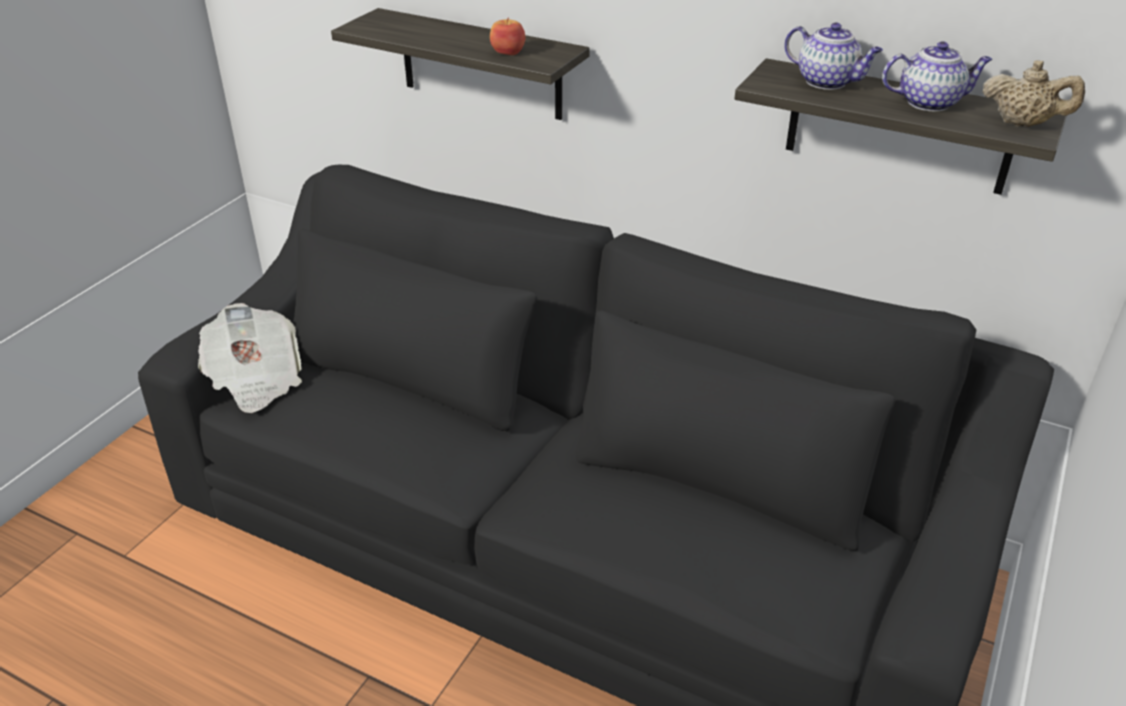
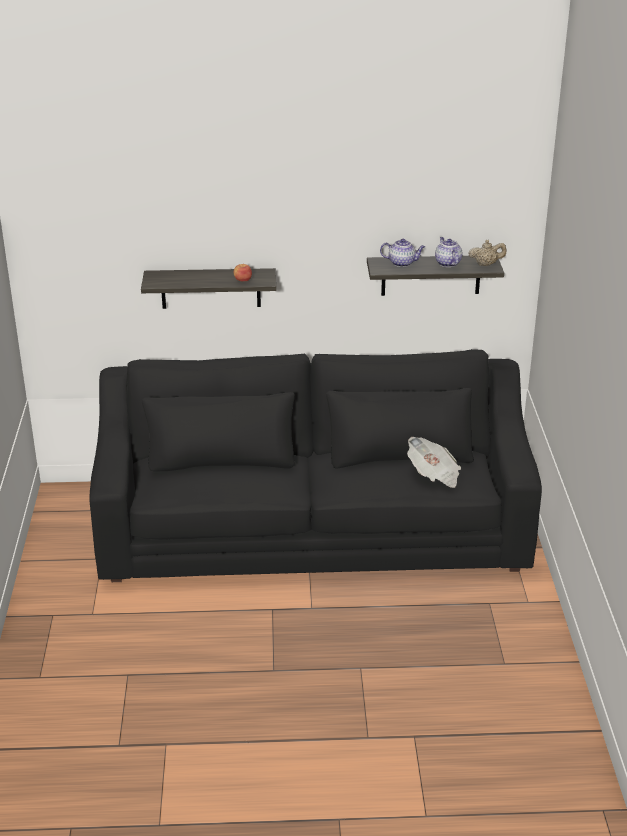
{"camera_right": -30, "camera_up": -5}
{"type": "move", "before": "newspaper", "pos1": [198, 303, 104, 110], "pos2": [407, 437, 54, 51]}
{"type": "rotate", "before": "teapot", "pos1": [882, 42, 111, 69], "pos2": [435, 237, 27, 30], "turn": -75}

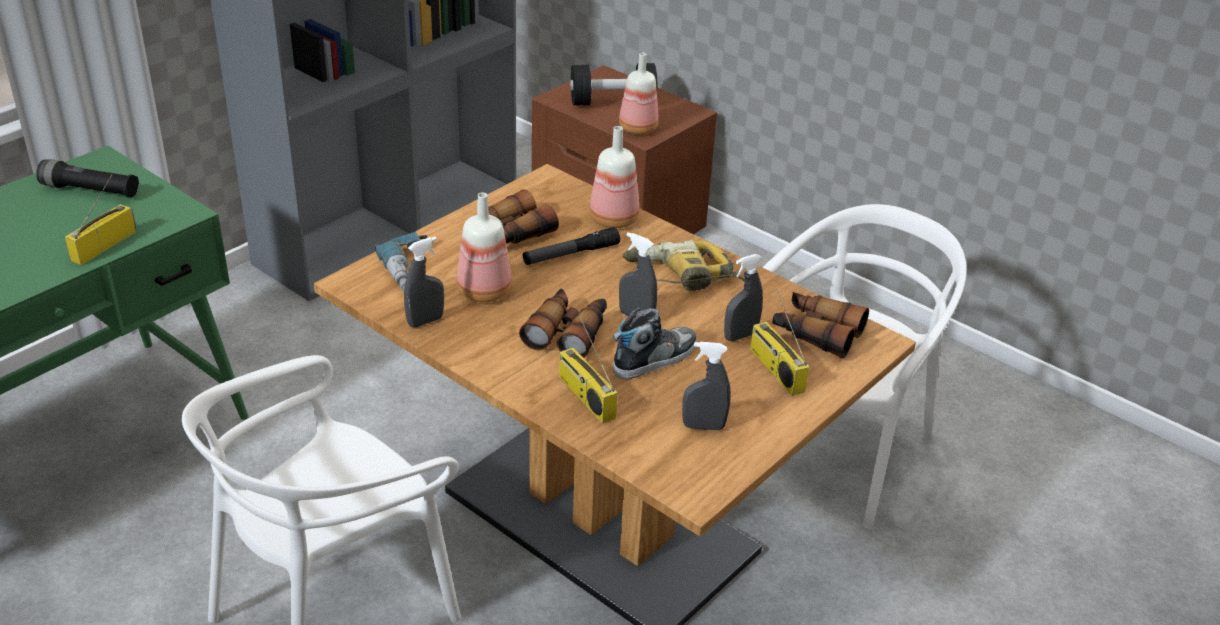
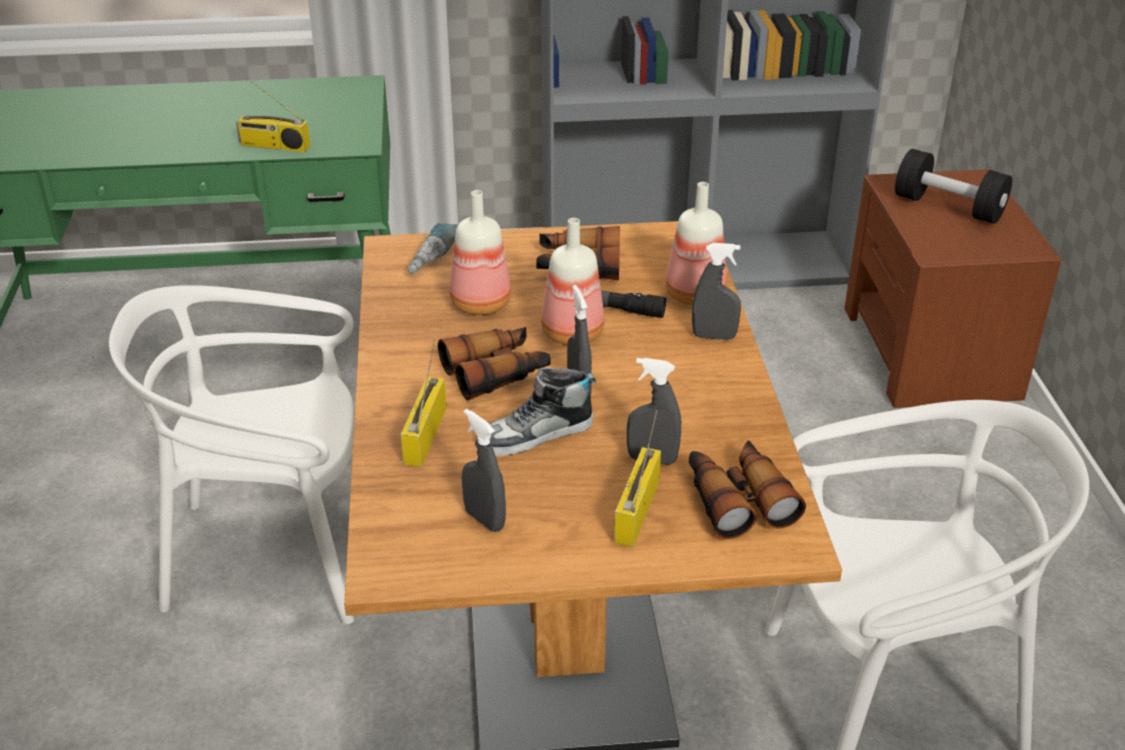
{"camera_right": 45, "camera_up": 0}
{"type": "delete", "before": "flashlight (black)", "pos1": [36, 160, 103, 37]}
{"type": "delete", "before": "power drill", "pos1": [623, 240, 122, 51]}
{"type": "move", "before": "spray bottle (grey)", "pos1": [404, 237, 40, 90], "pos2": [692, 243, 49, 97]}
{"type": "move", "before": "bottle", "pos1": [619, 53, 40, 82], "pos2": [541, 218, 64, 127]}
{"type": "rotate", "before": "radio", "pos1": [65, 174, 71, 91], "pos2": [236, 78, 74, 74], "turn": -150}
{"type": "rotate", "before": "shoe", "pos1": [613, 308, 84, 72], "pos2": [490, 367, 106, 90], "turn": 150}

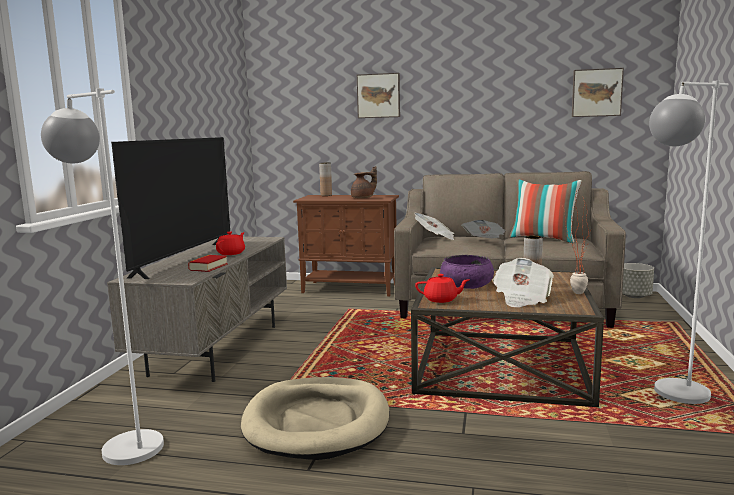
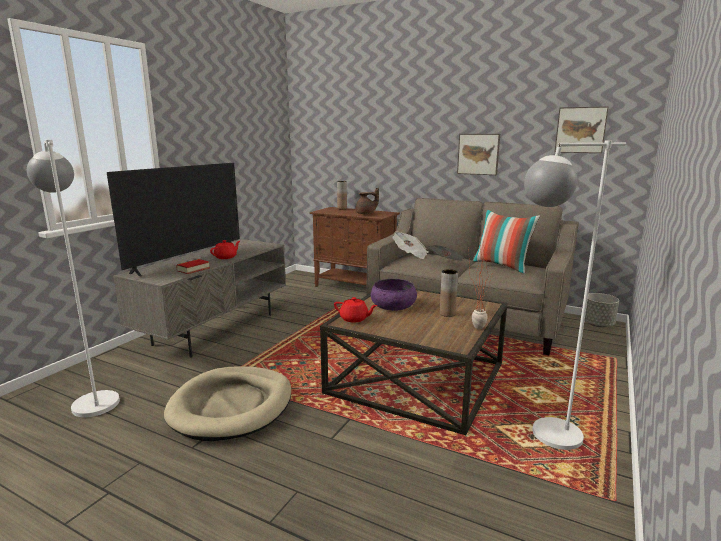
{"camera_right": 15, "camera_up": 5}
{"type": "delete", "before": "newspaper", "pos1": [492, 258, 62, 49]}
{"type": "move", "before": "picture", "pos1": [357, 73, 43, 45], "pos2": [457, 134, 43, 41]}

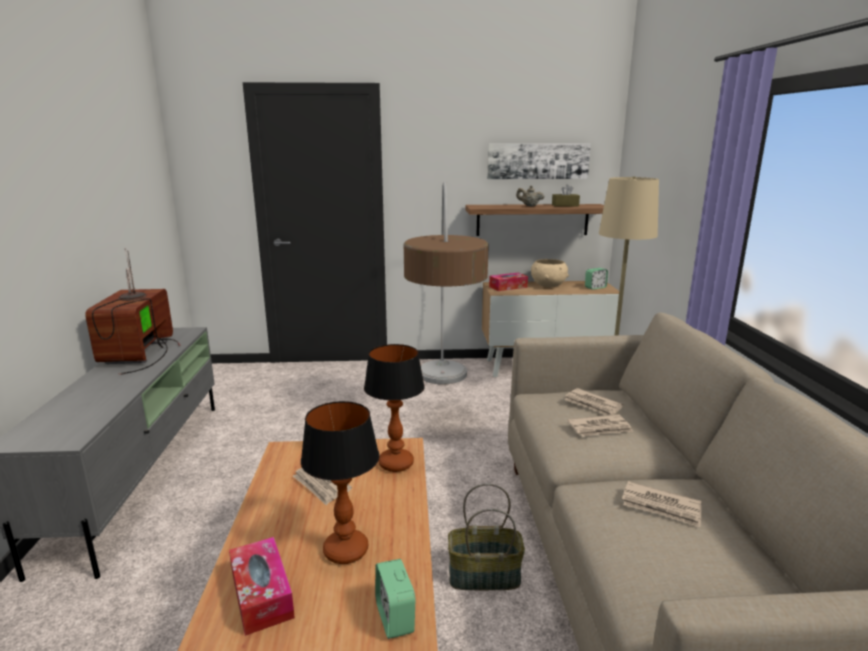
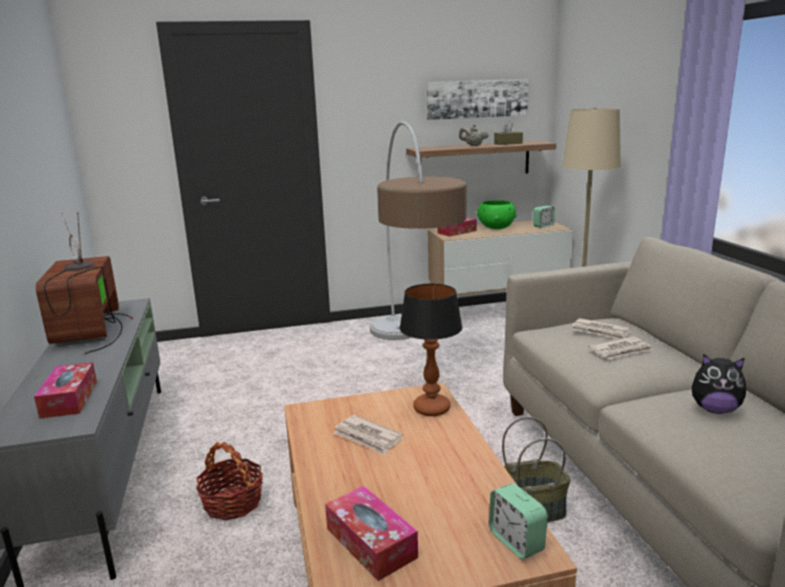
{"camera_right": -10, "camera_up": 0}
{"type": "delete", "before": "table lamp", "pos1": [301, 401, 78, 163]}
{"type": "insert", "after": "tissue box", "pos2": [34, 362, 63, 57]}
{"type": "insert", "after": "basket", "pos2": [196, 442, 67, 78]}
{"type": "replace", "before": "newspaper", "after": "plush toy", "pos1": [622, 481, 80, 47], "pos2": [692, 354, 55, 60]}
{"type": "recolor", "before": "bowl (beige)", "after": "bowl (green)", "pos1": [531, 259, 38, 28], "pos2": [477, 200, 40, 29]}

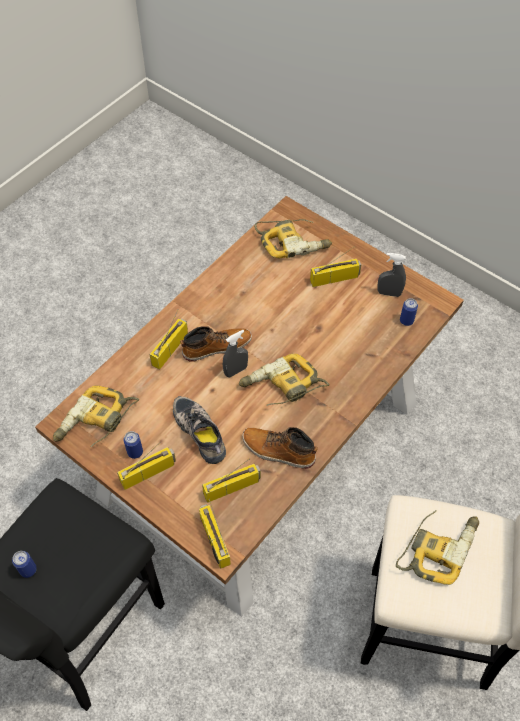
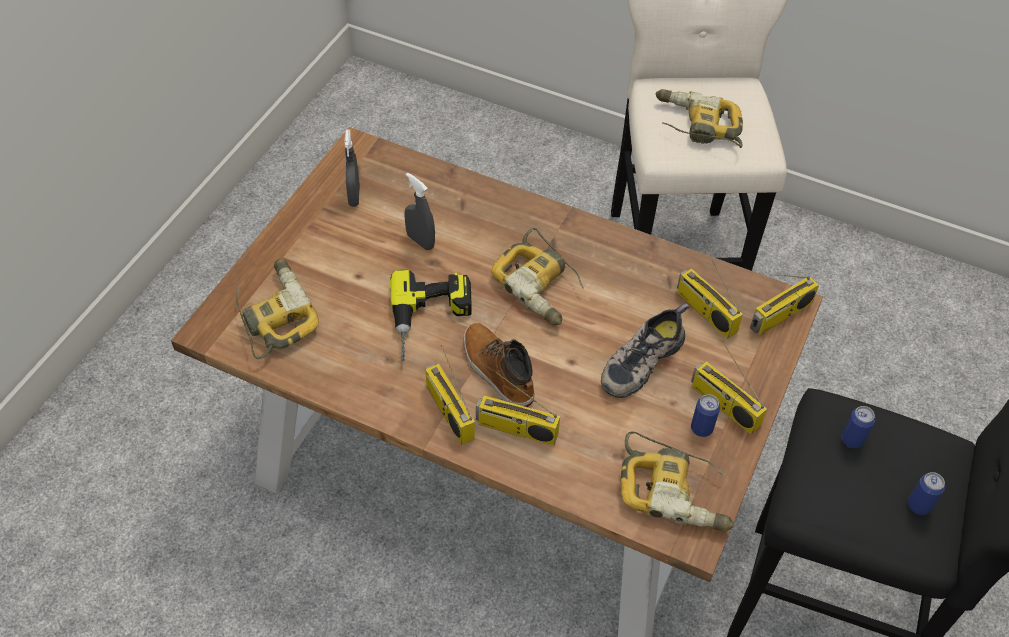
{"camera_right": -105, "camera_up": -5}
{"type": "delete", "before": "boot", "pos1": [242, 427, 76, 42]}
{"type": "insert", "after": "power drill", "pos2": [390, 270, 82, 92]}
{"type": "move", "before": "spray bottle (grey)", "pos1": [223, 330, 25, 48], "pos2": [404, 172, 31, 78]}
{"type": "move", "before": "radio", "pos1": [310, 246, 51, 41], "pos2": [425, 345, 50, 100]}
{"type": "move", "before": "can", "pos1": [400, 298, 18, 28], "pos2": [841, 406, 34, 42]}

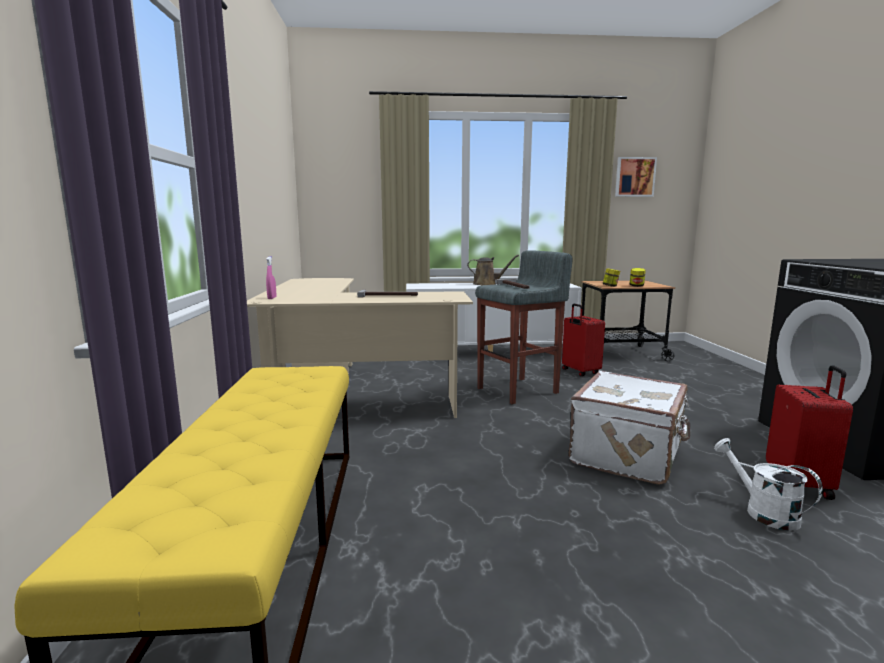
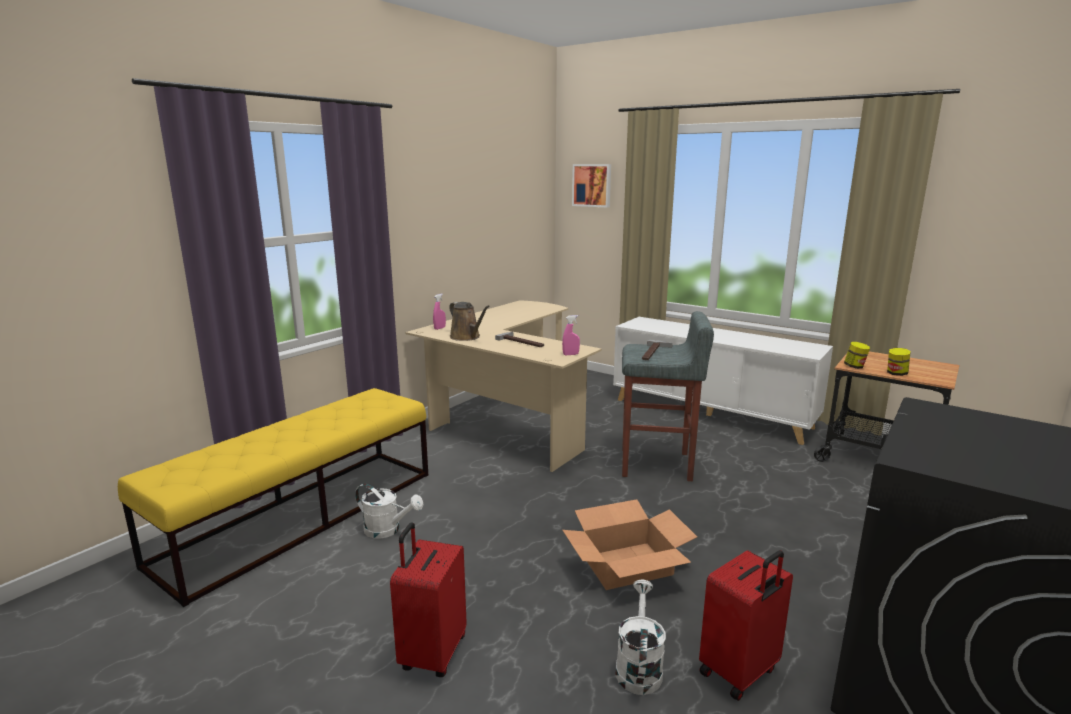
{"camera_right": 40, "camera_up": 5}
{"type": "insert", "after": "watering can (white)", "pos2": [355, 483, 69, 56]}
{"type": "insert", "after": "spray bottle (pink)", "pos2": [562, 315, 18, 40]}
{"type": "move", "before": "watering can (brown)", "pos1": [467, 255, 52, 30], "pos2": [449, 302, 41, 39]}
{"type": "move", "before": "suitcase (red)", "pos1": [562, 304, 43, 72], "pos2": [390, 523, 77, 154]}
{"type": "move", "before": "picture", "pos1": [615, 157, 42, 40], "pos2": [572, 164, 39, 43]}
{"type": "replace", "before": "suitcase (white)", "after": "cardboard box", "pos1": [569, 371, 121, 114], "pos2": [563, 499, 134, 91]}

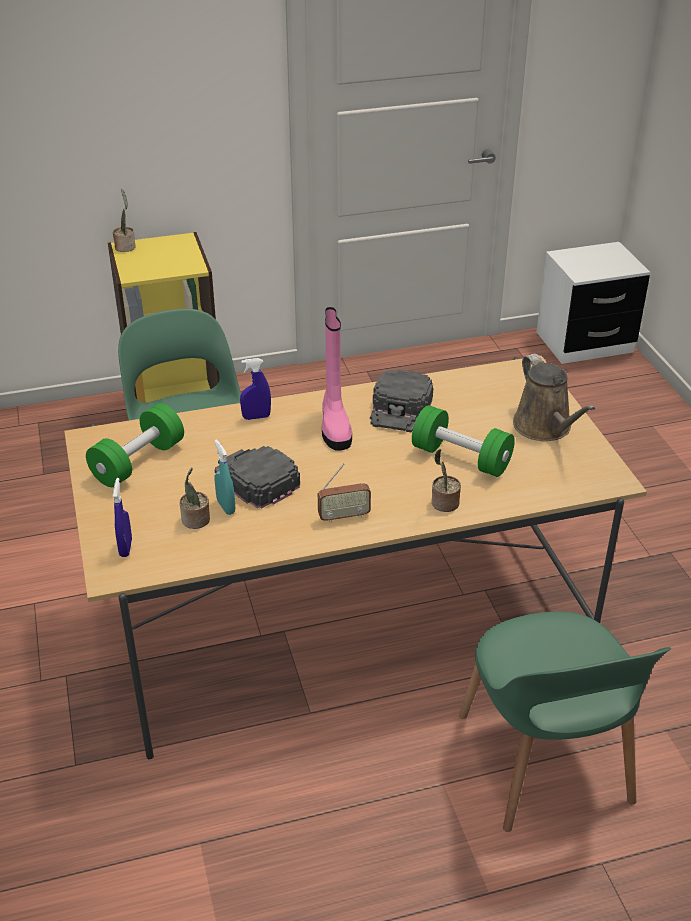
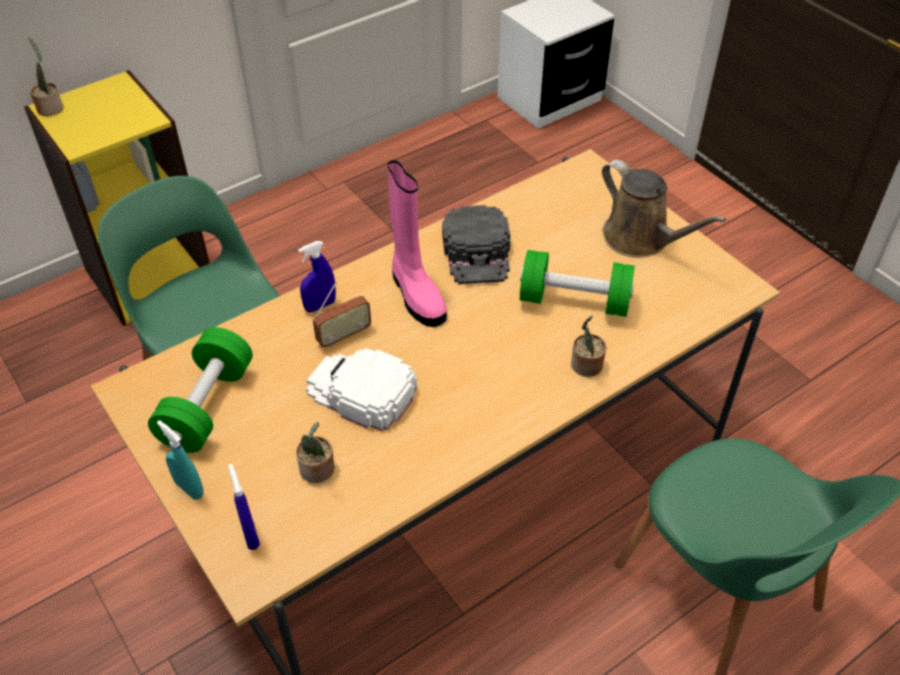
{"camera_right": -20, "camera_up": 10}
{"type": "move", "before": "spray bottle (turquoise)", "pos1": [214, 439, 21, 76], "pos2": [157, 420, 47, 80]}
{"type": "move", "before": "radio", "pos1": [318, 463, 53, 60], "pos2": [313, 282, 58, 66]}
{"type": "recolor", "before": "cap (black)", "after": "cap (white)", "pos1": [215, 446, 85, 63], "pos2": [306, 348, 111, 83]}

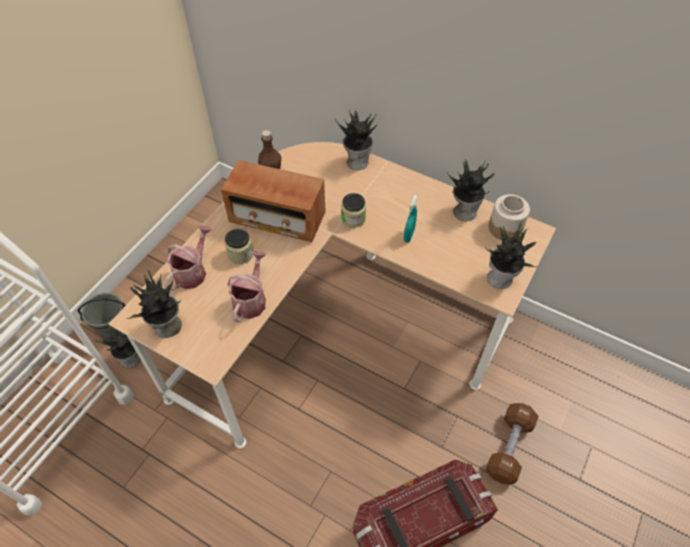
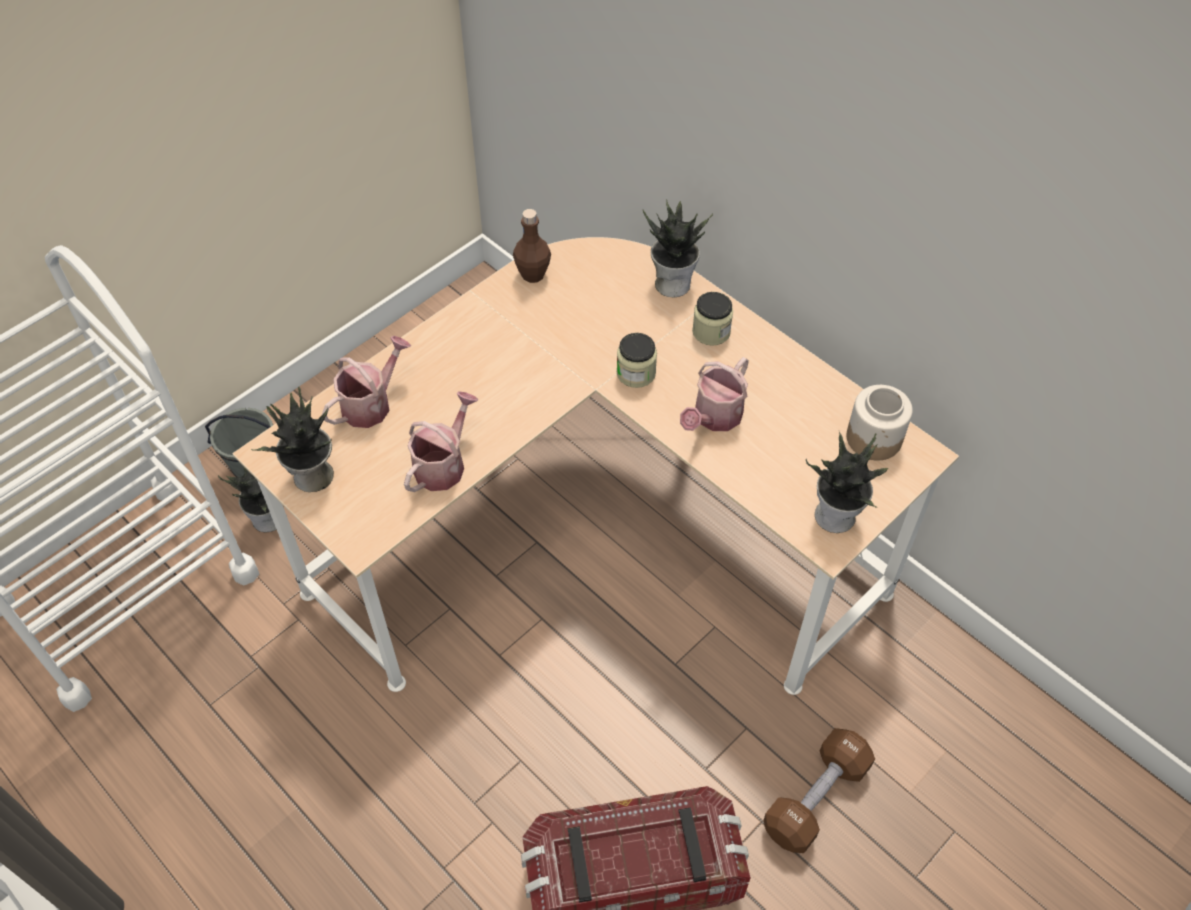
{"camera_right": 15, "camera_up": 0}
{"type": "delete", "before": "radio", "pos1": [221, 160, 105, 82]}
{"type": "delete", "before": "potted plant", "pos1": [447, 159, 48, 62]}
{"type": "move", "before": "jar", "pos1": [225, 229, 28, 35], "pos2": [692, 292, 41, 54]}
{"type": "replace", "before": "spray bottle (turquoise)", "after": "watering can", "pos1": [404, 195, 14, 48], "pos2": [680, 357, 69, 74]}

